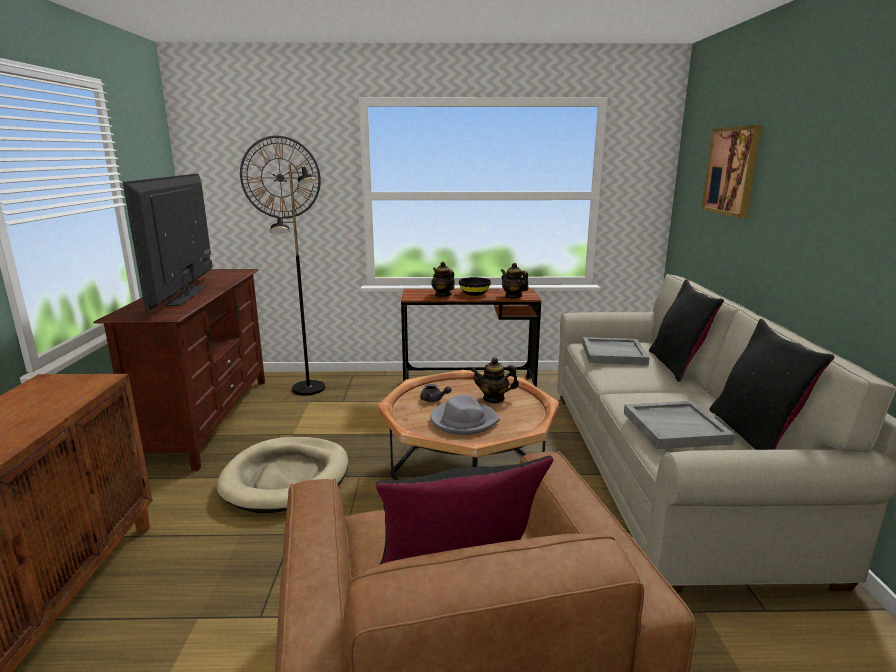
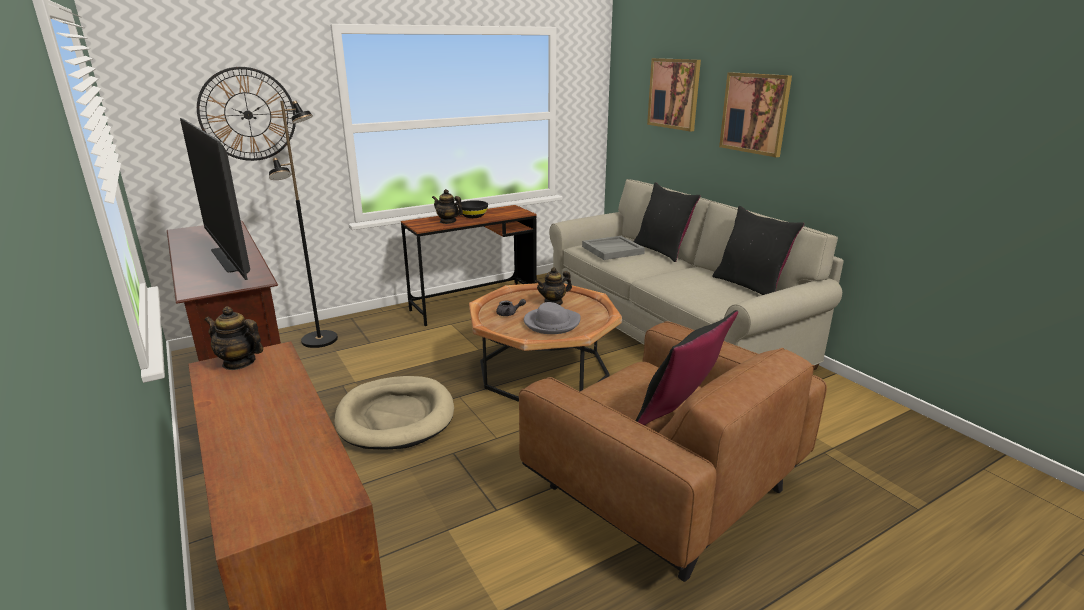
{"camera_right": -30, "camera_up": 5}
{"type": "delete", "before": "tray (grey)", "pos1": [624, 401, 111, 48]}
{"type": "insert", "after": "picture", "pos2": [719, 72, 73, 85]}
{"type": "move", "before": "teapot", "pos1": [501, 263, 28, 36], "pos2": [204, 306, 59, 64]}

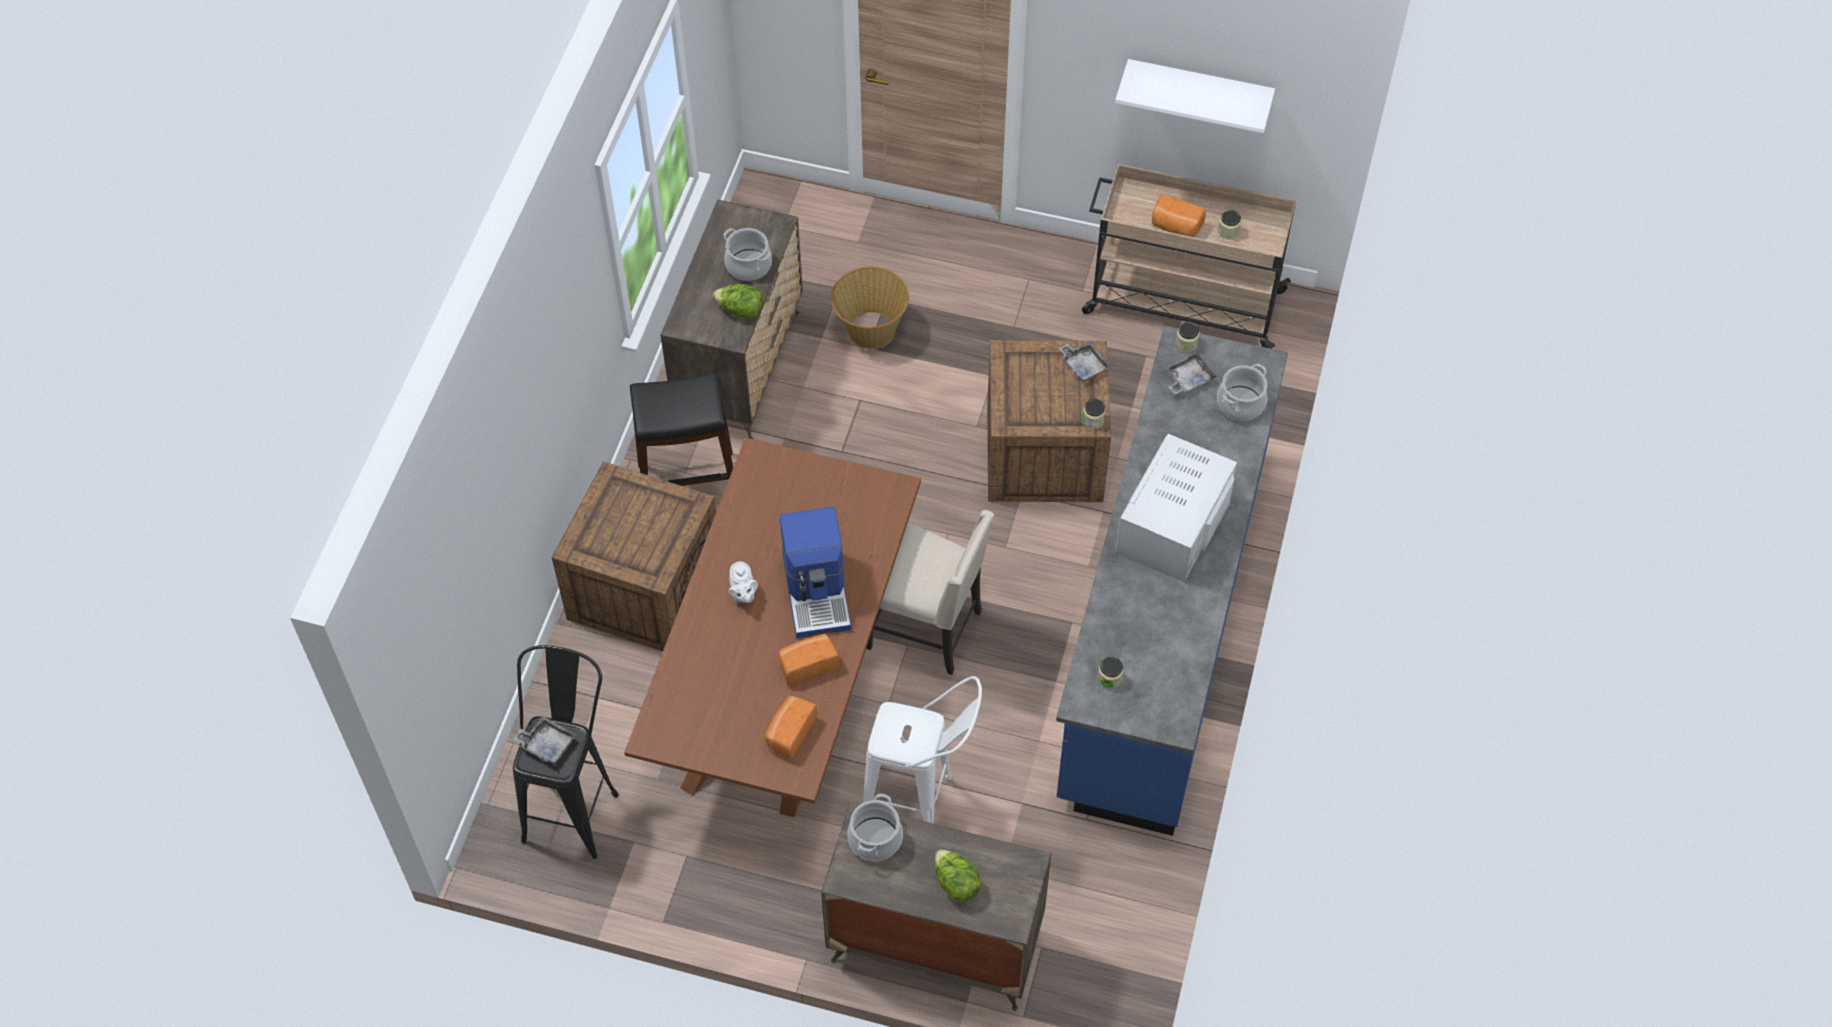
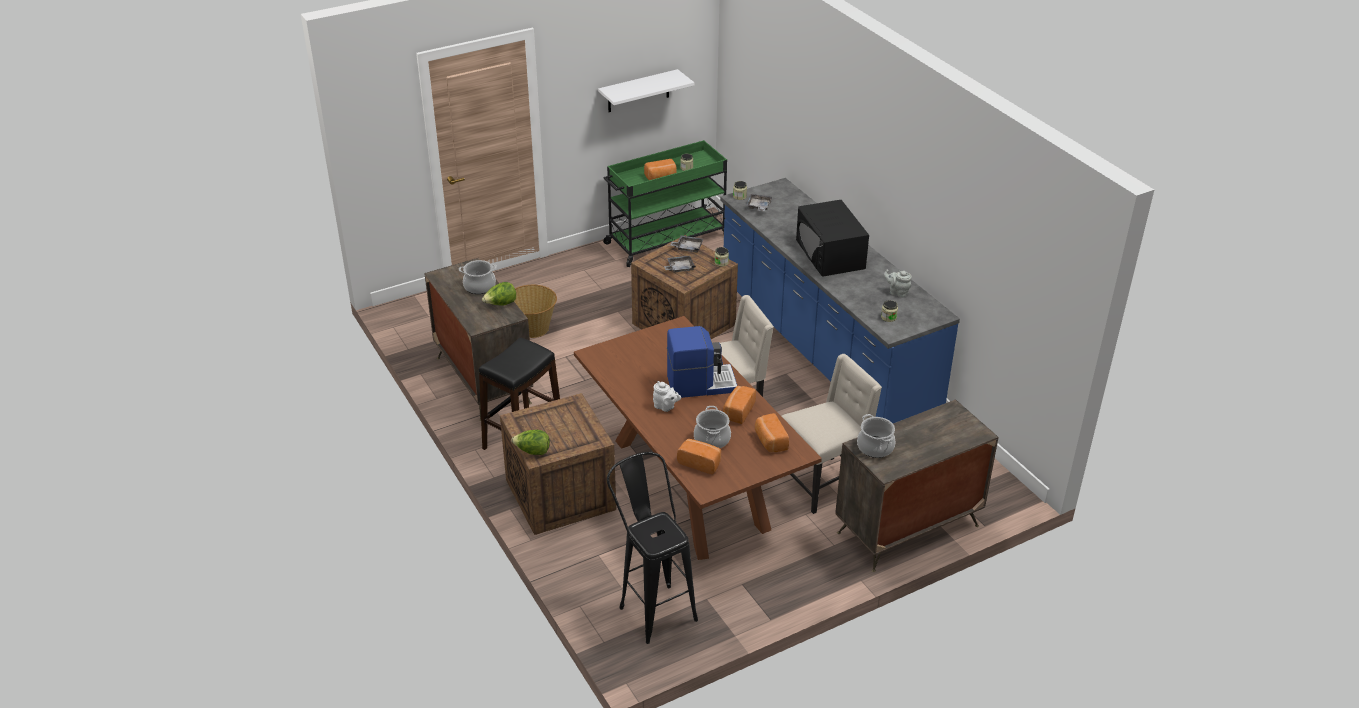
{"camera_right": -45, "camera_up": -20}
{"type": "insert", "after": "bread", "pos2": [677, 439, 44, 35]}
{"type": "insert", "after": "teapot (grey)", "pos2": [884, 270, 28, 28]}
{"type": "move", "before": "tray (grey)", "pos1": [513, 716, 63, 49], "pos2": [664, 255, 32, 17]}
{"type": "move", "before": "lettuce", "pos1": [935, 849, 46, 53], "pos2": [511, 430, 39, 25]}
{"type": "move", "before": "cooking pot", "pos1": [1217, 363, 50, 58], "pos2": [694, 406, 37, 42]}
{"type": "replace", "before": "stool (white)", "after": "chair (beige)", "pos1": [863, 676, 119, 147], "pos2": [781, 354, 101, 160]}
{"type": "recolor", "before": "cart (beige)", "after": "cart (green)", "pos1": [1082, 164, 214, 185], "pos2": [603, 140, 124, 127]}
{"type": "recolor", "before": "microwave (white)", "after": "microwave (black)", "pos1": [1116, 434, 121, 148], "pos2": [796, 200, 73, 77]}
{"type": "rotate", "before": "coffee machine", "pos1": [780, 507, 71, 131], "pos2": [667, 326, 70, 72], "turn": -45}

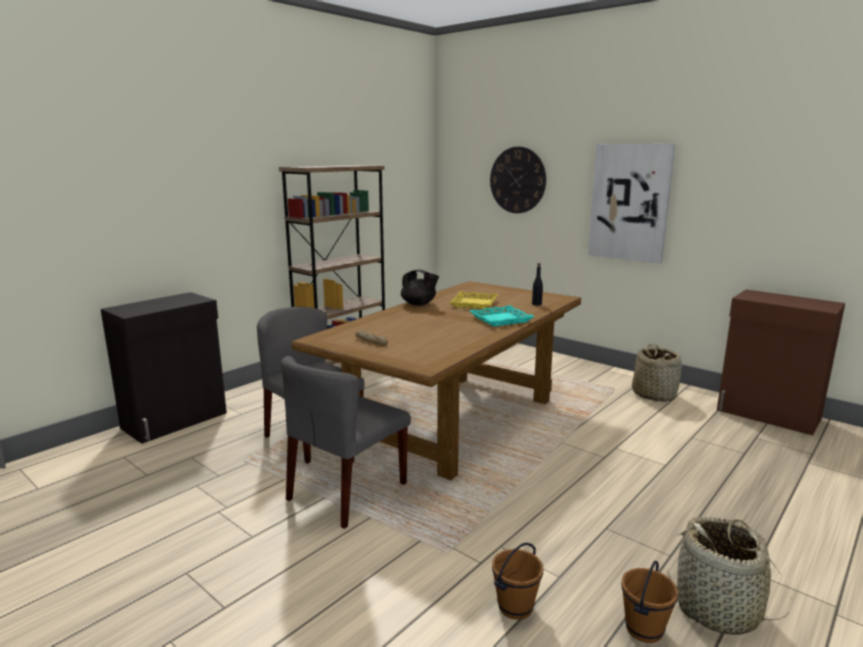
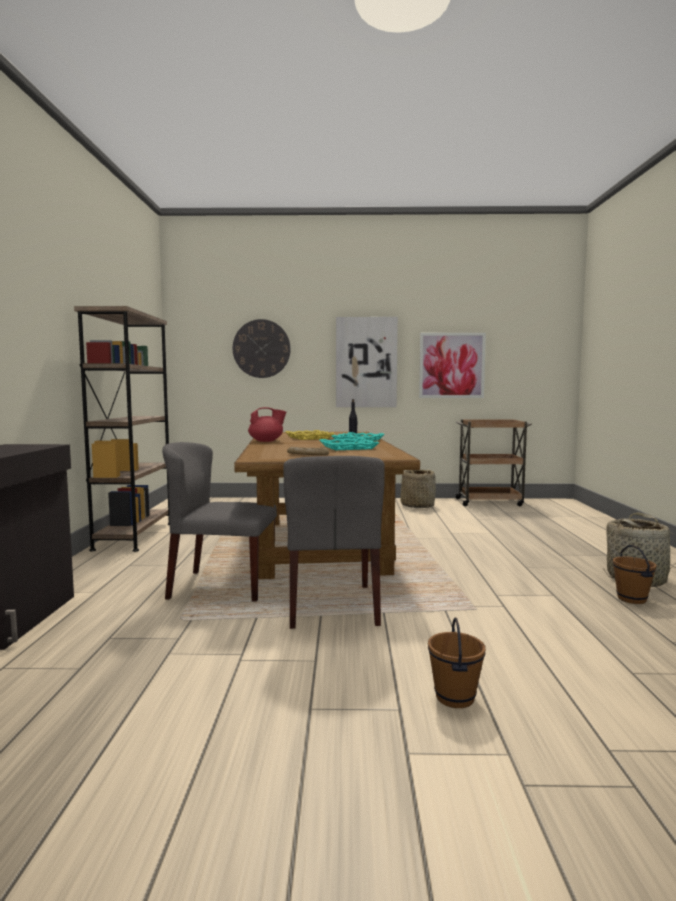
{"camera_right": -40, "camera_up": -10}
{"type": "insert", "after": "tray (turquoise)", "pos2": [319, 438, 60, 12]}
{"type": "insert", "after": "picture", "pos2": [419, 333, 67, 65]}
{"type": "move", "before": "bucket (brown)", "pos1": [492, 543, 51, 77], "pos2": [428, 617, 58, 91]}
{"type": "replace", "before": "cabinet (brown)", "after": "cart (brown)", "pos1": [717, 289, 128, 146], "pos2": [456, 419, 76, 87]}
{"type": "recolor", "before": "teapot (black)", "after": "teapot (red)", "pos1": [401, 269, 38, 37], "pos2": [248, 407, 38, 35]}

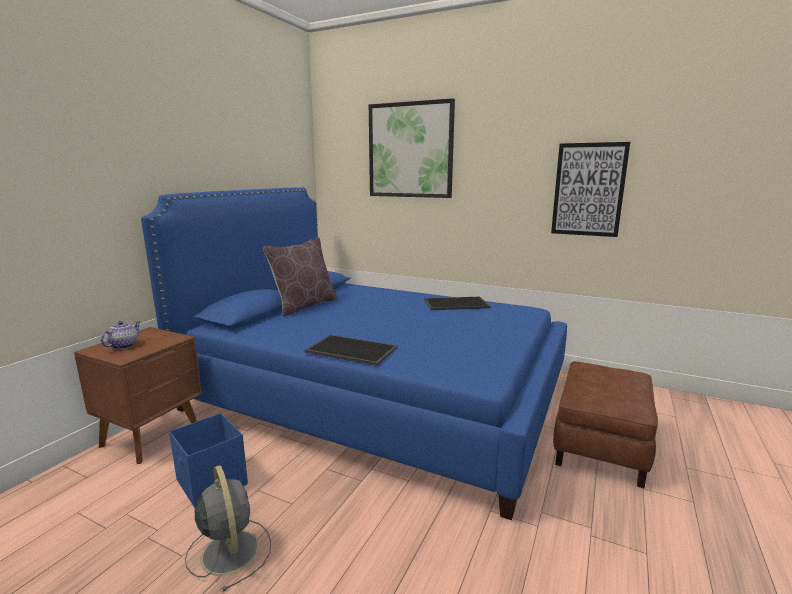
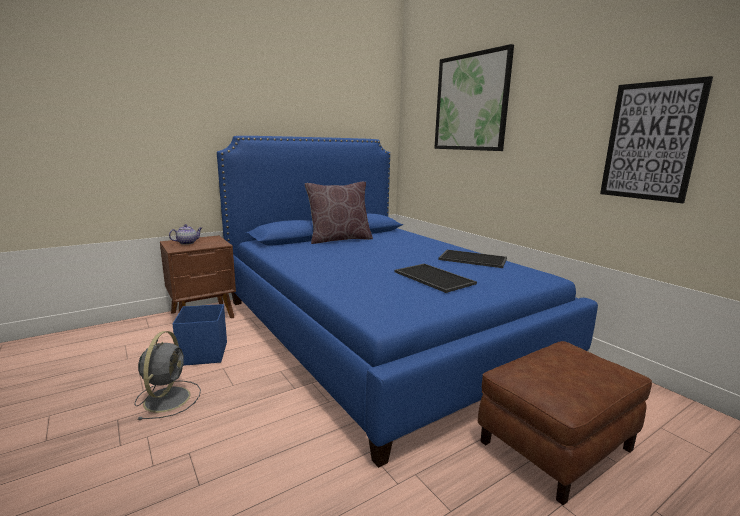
{"camera_right": 30, "camera_up": 0}
{"type": "move", "before": "tray", "pos1": [305, 334, 92, 32], "pos2": [394, 263, 83, 30]}

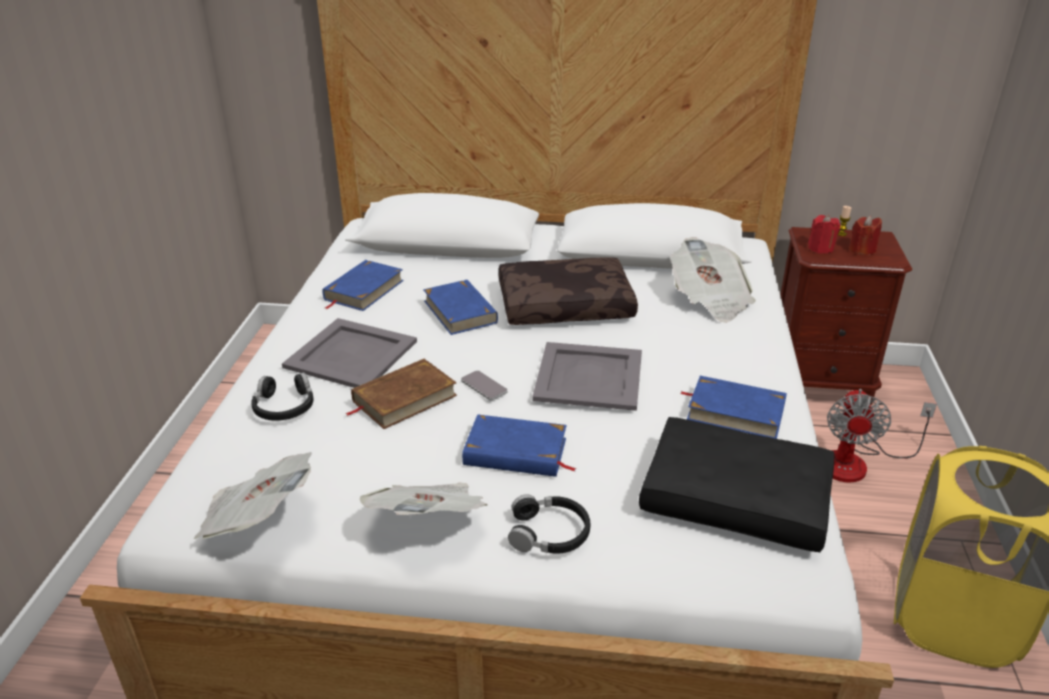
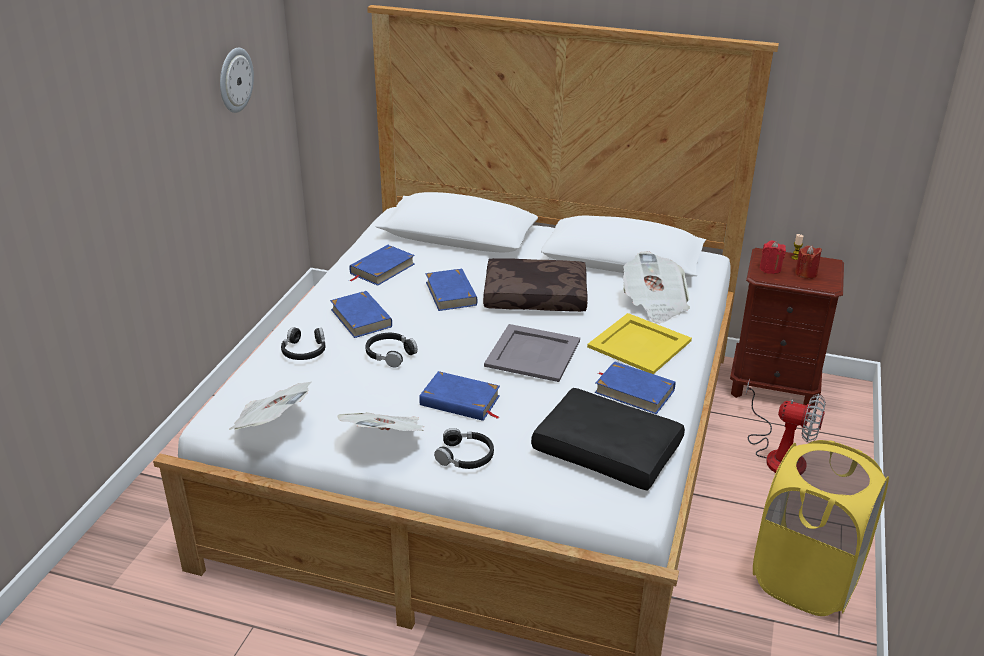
{"camera_right": 10, "camera_up": 0}
{"type": "delete", "before": "phone", "pos1": [461, 370, 47, 30]}
{"type": "insert", "after": "wall clock", "pos2": [220, 48, 34, 65]}
{"type": "insert", "after": "tray (yellow)", "pos2": [587, 313, 105, 61]}
{"type": "replace", "before": "tray (grey)", "after": "book (blue)", "pos1": [282, 318, 135, 70], "pos2": [330, 291, 62, 47]}
{"type": "replace", "before": "book (brown)", "after": "headphones (black)", "pos1": [345, 359, 112, 70], "pos2": [366, 333, 52, 35]}
{"type": "rotate", "before": "fan", "pos1": [827, 389, 110, 94], "pos2": [746, 379, 80, 94], "turn": -90}

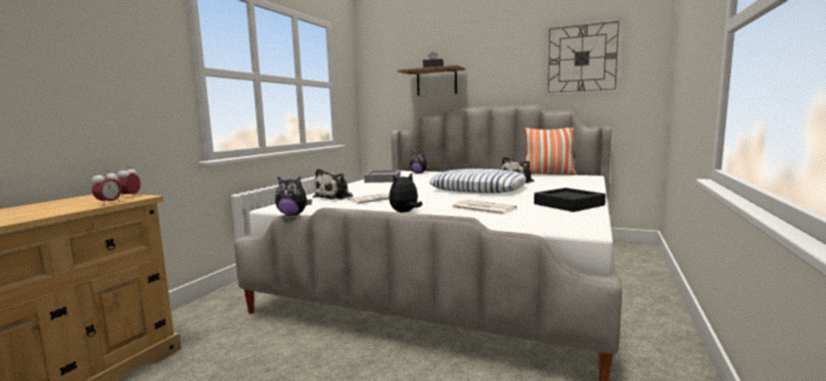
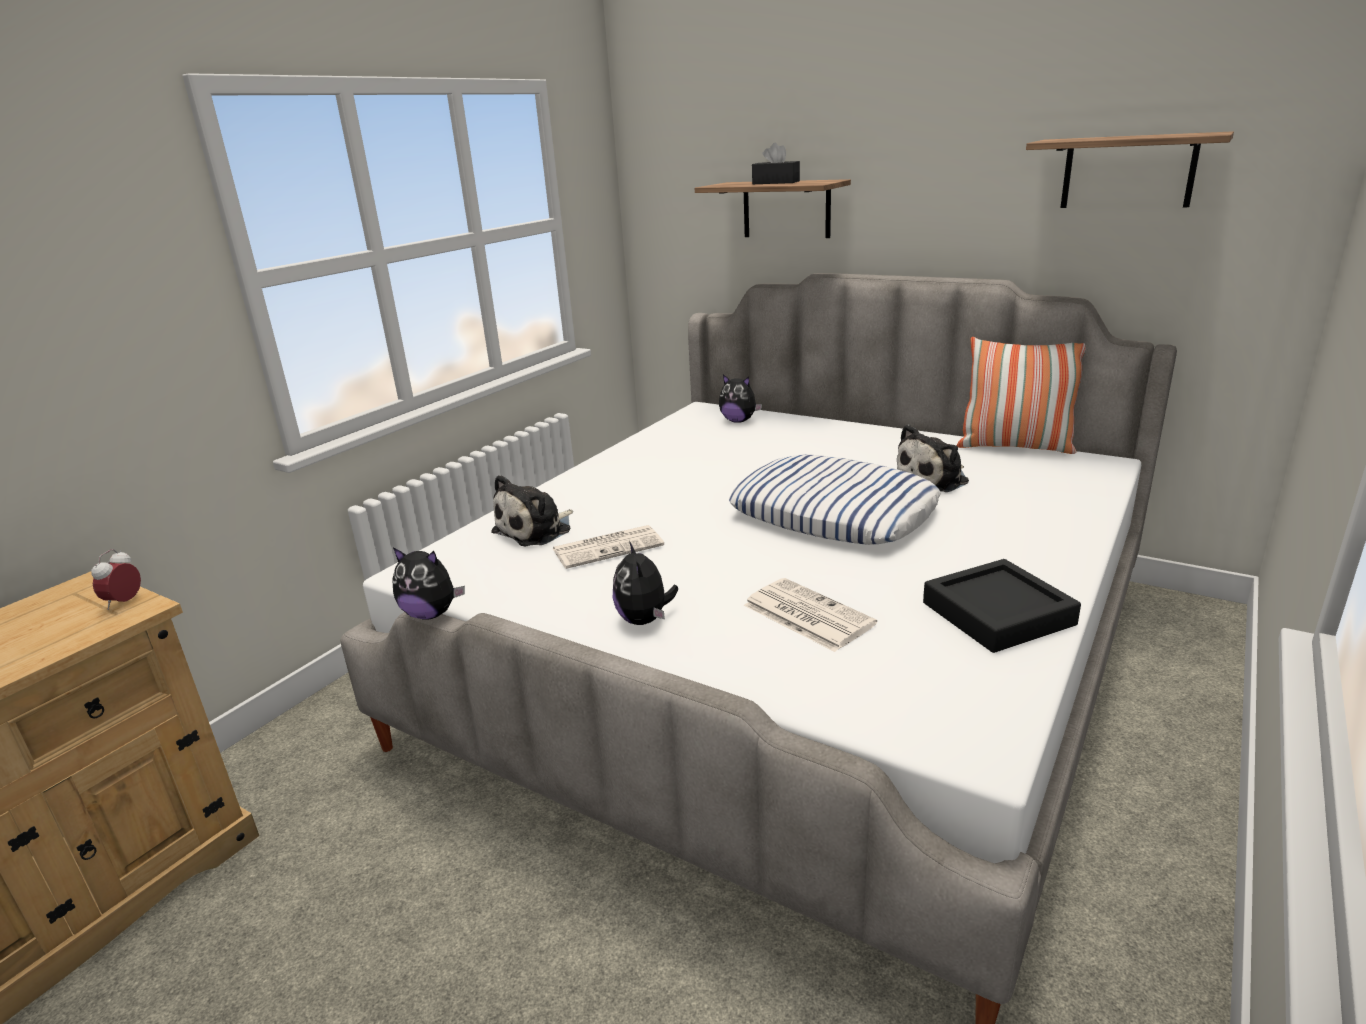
{"camera_right": 10, "camera_up": 15}
{"type": "delete", "before": "alarm clock", "pos1": [92, 170, 30, 35]}
{"type": "delete", "before": "tray (grey)", "pos1": [364, 170, 37, 13]}
{"type": "replace", "before": "wall clock", "after": "shelf", "pos1": [545, 18, 77, 77], "pos2": [1026, 131, 208, 77]}
{"type": "rotate", "before": "plush toy", "pos1": [389, 173, 34, 39], "pos2": [613, 541, 65, 84], "turn": -75}

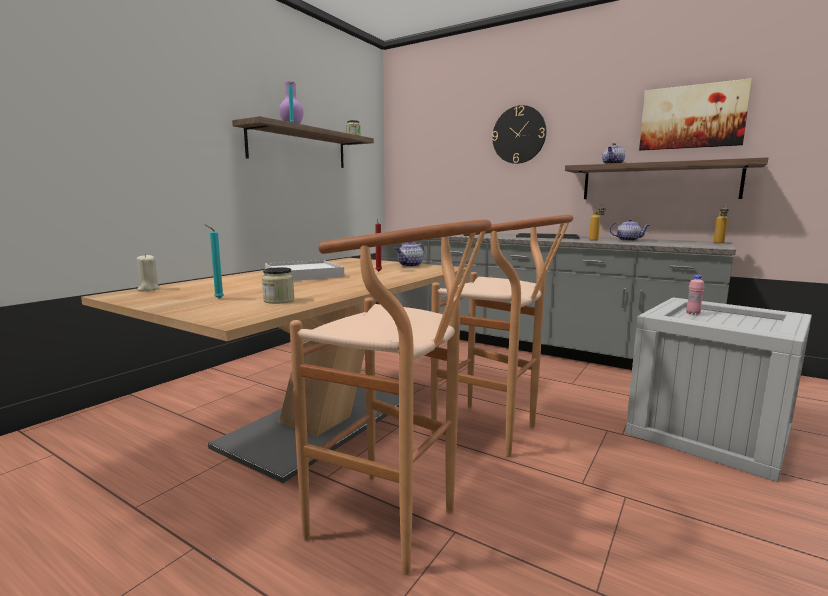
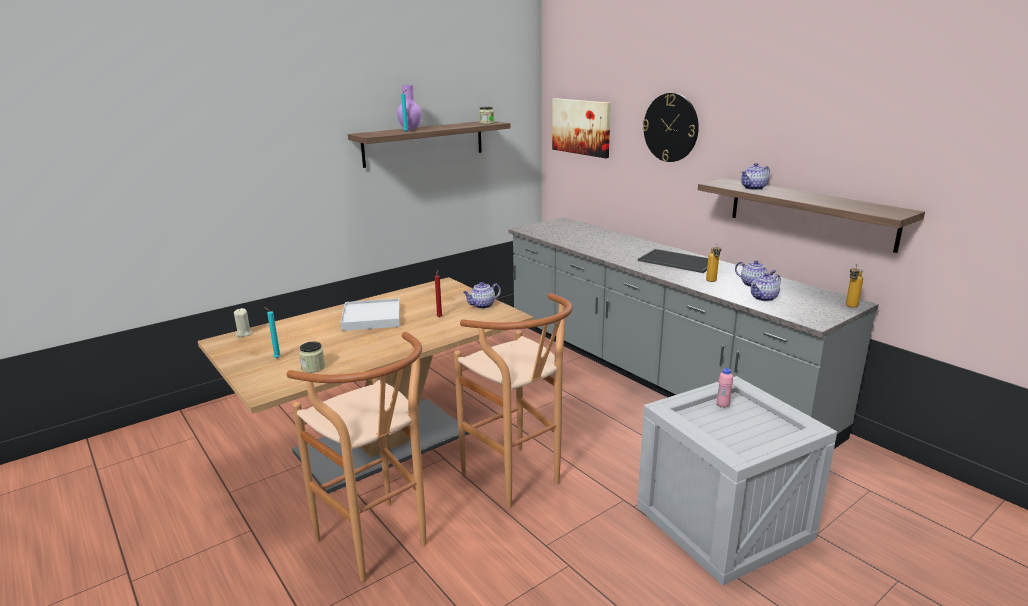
{"camera_right": 20, "camera_up": 10}
{"type": "insert", "after": "teapot", "pos2": [751, 273, 30, 28]}
{"type": "move", "before": "picture", "pos1": [639, 78, 113, 73], "pos2": [552, 98, 59, 60]}

